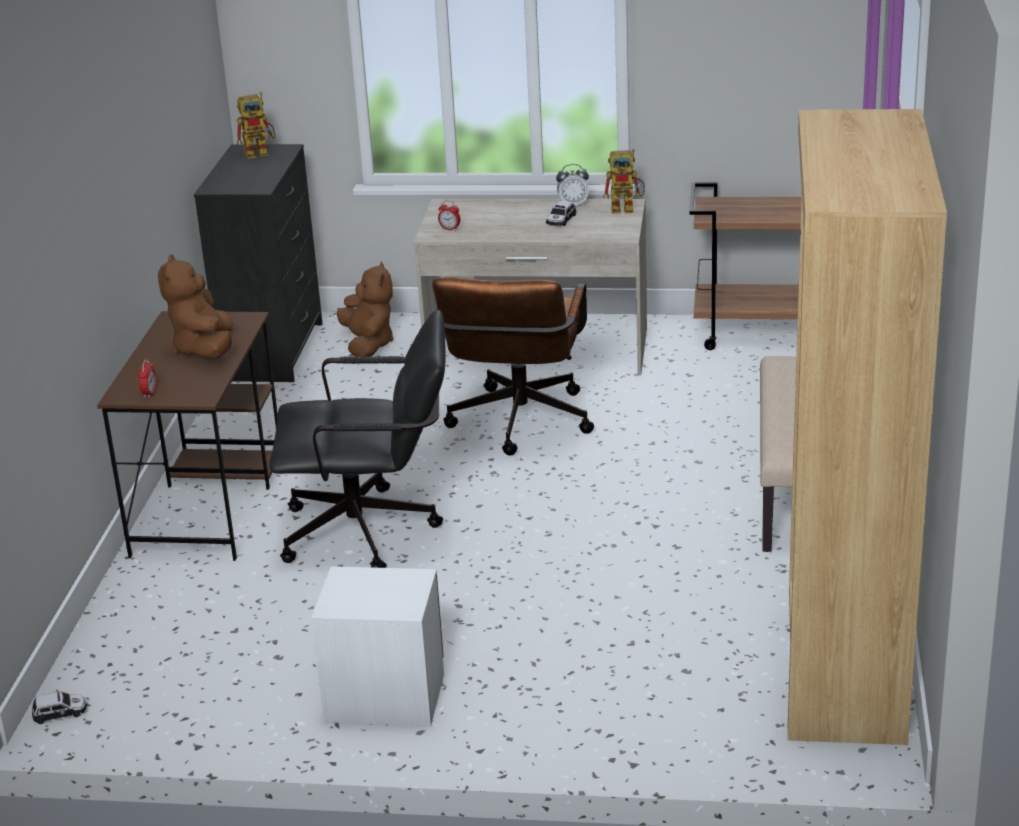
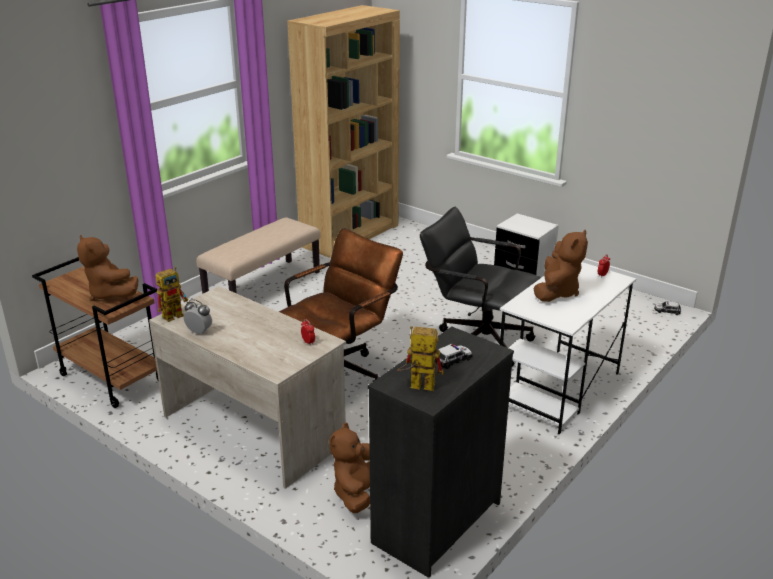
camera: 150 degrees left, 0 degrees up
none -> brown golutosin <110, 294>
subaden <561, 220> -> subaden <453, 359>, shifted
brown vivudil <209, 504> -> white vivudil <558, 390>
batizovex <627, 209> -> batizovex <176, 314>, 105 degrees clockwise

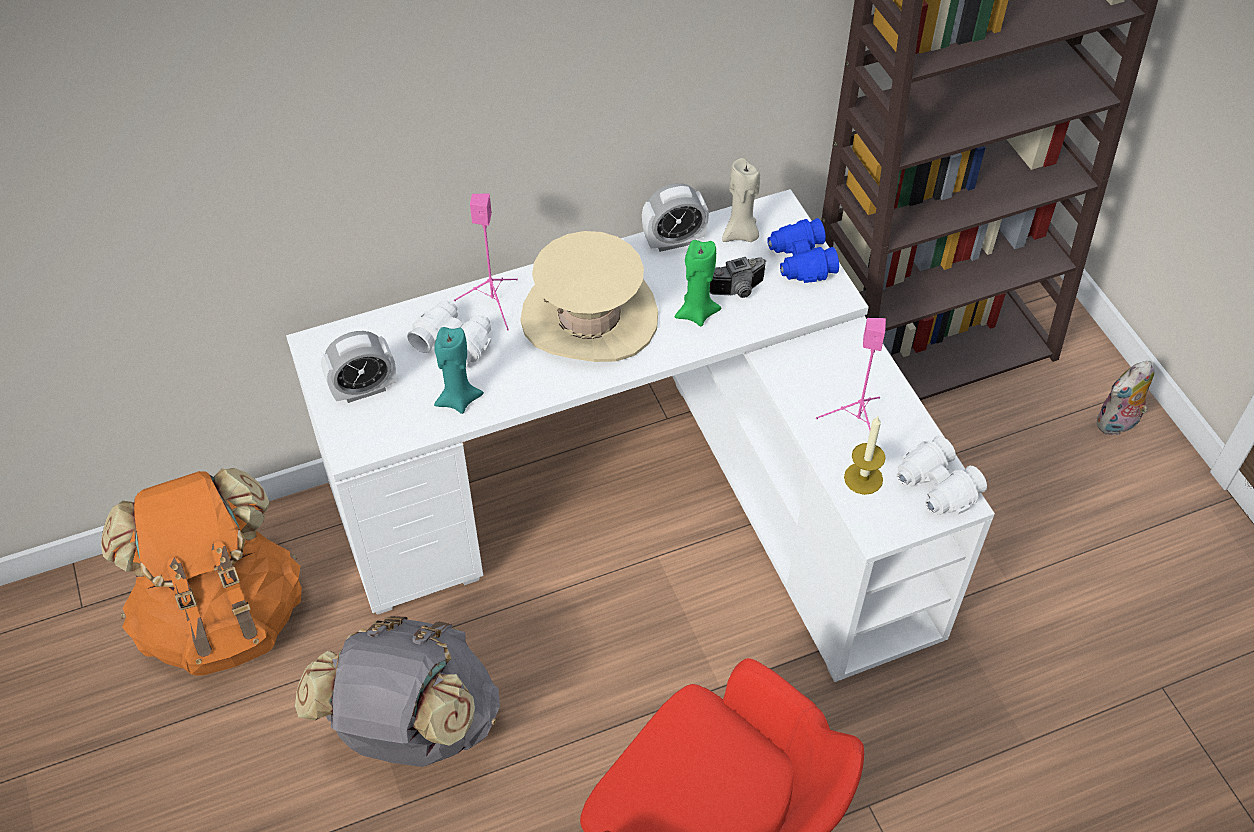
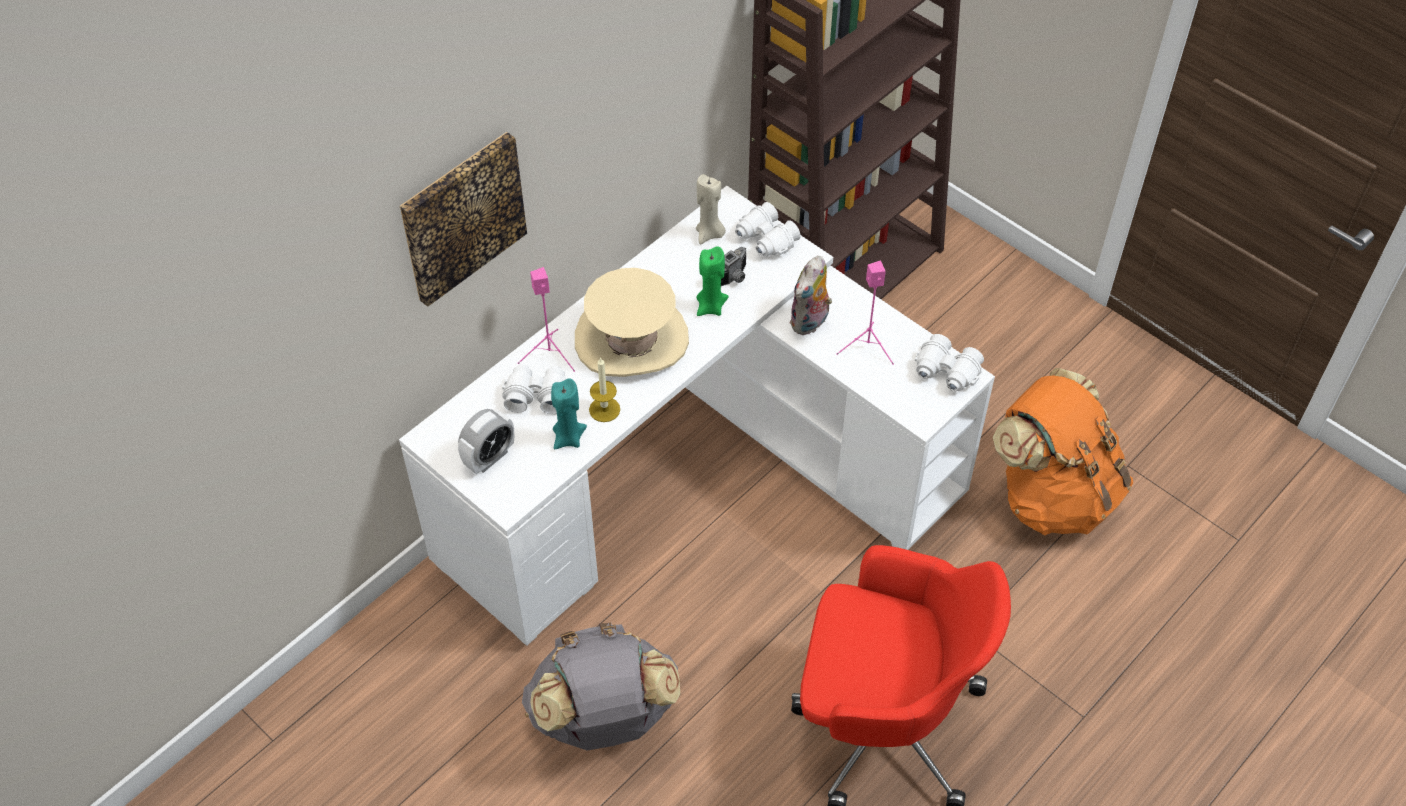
camera: 25 degrees left, 0 degrees up
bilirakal <674, 241> -> none
none -> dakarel <462, 217>
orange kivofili <223, 616> -> orange kivofili <1053, 494>, shifted
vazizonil <863, 478> -> vazizonil <604, 409>, shifted
golutosin <1117, 424> -> golutosin <810, 322>, shifted
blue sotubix <800, 261> -> white sotubix <765, 240>

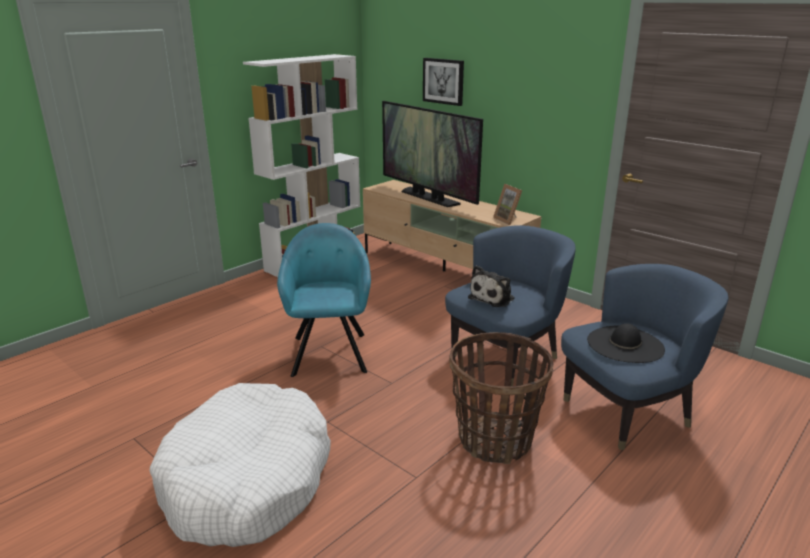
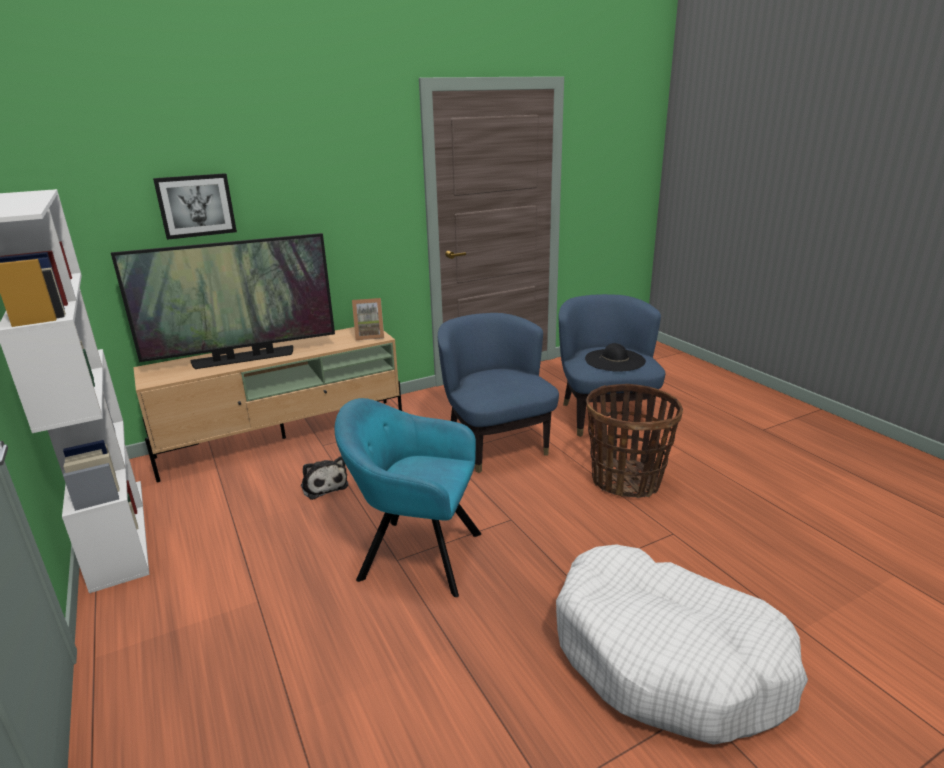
camera: 70 degrees left, 0 degrees up
golutosin <493, 298> -> golutosin <324, 485>, shifted

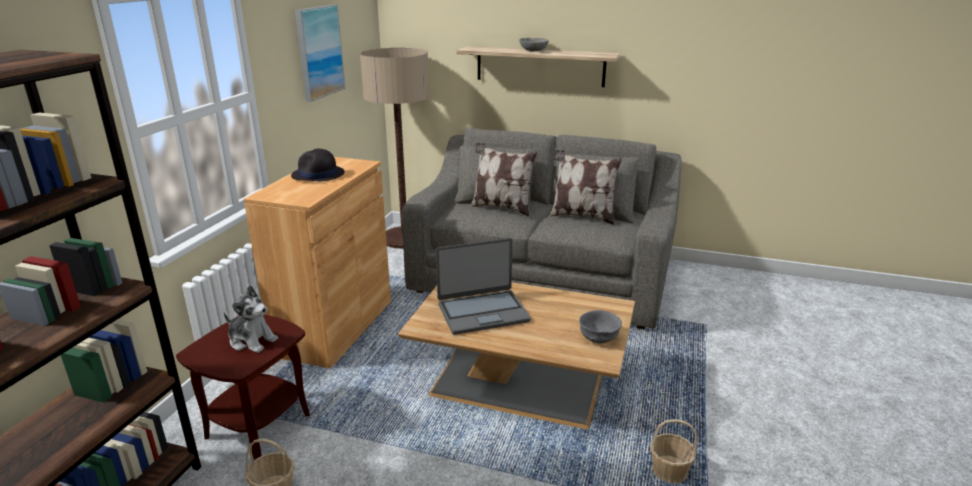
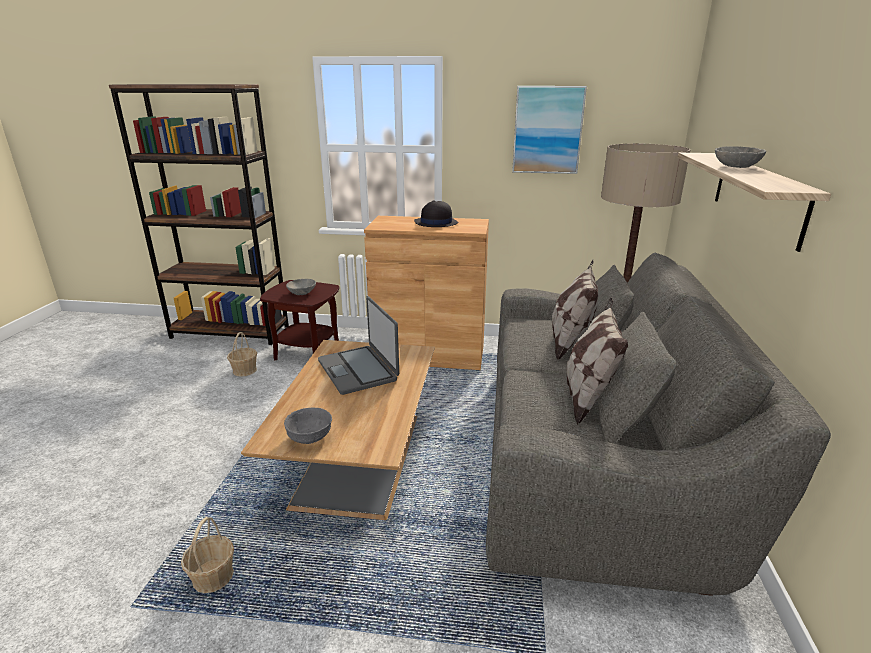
camera: 80 degrees right, 0 degrees up
golutosin <252, 340> -> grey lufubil <302, 293>

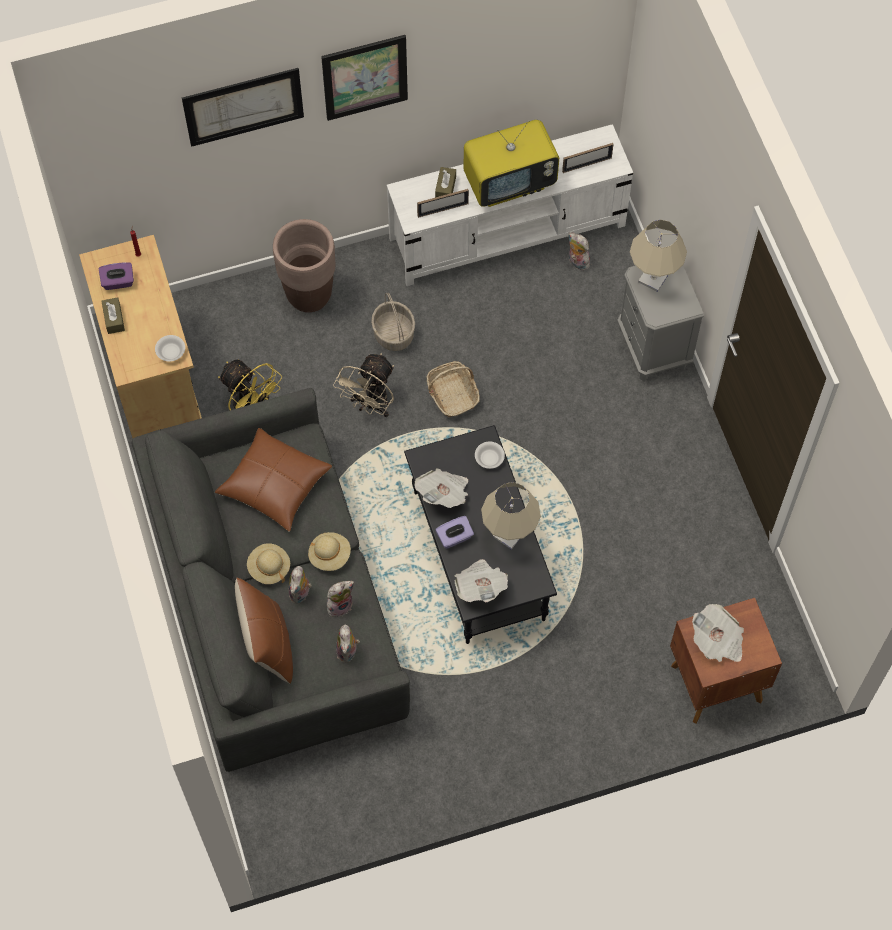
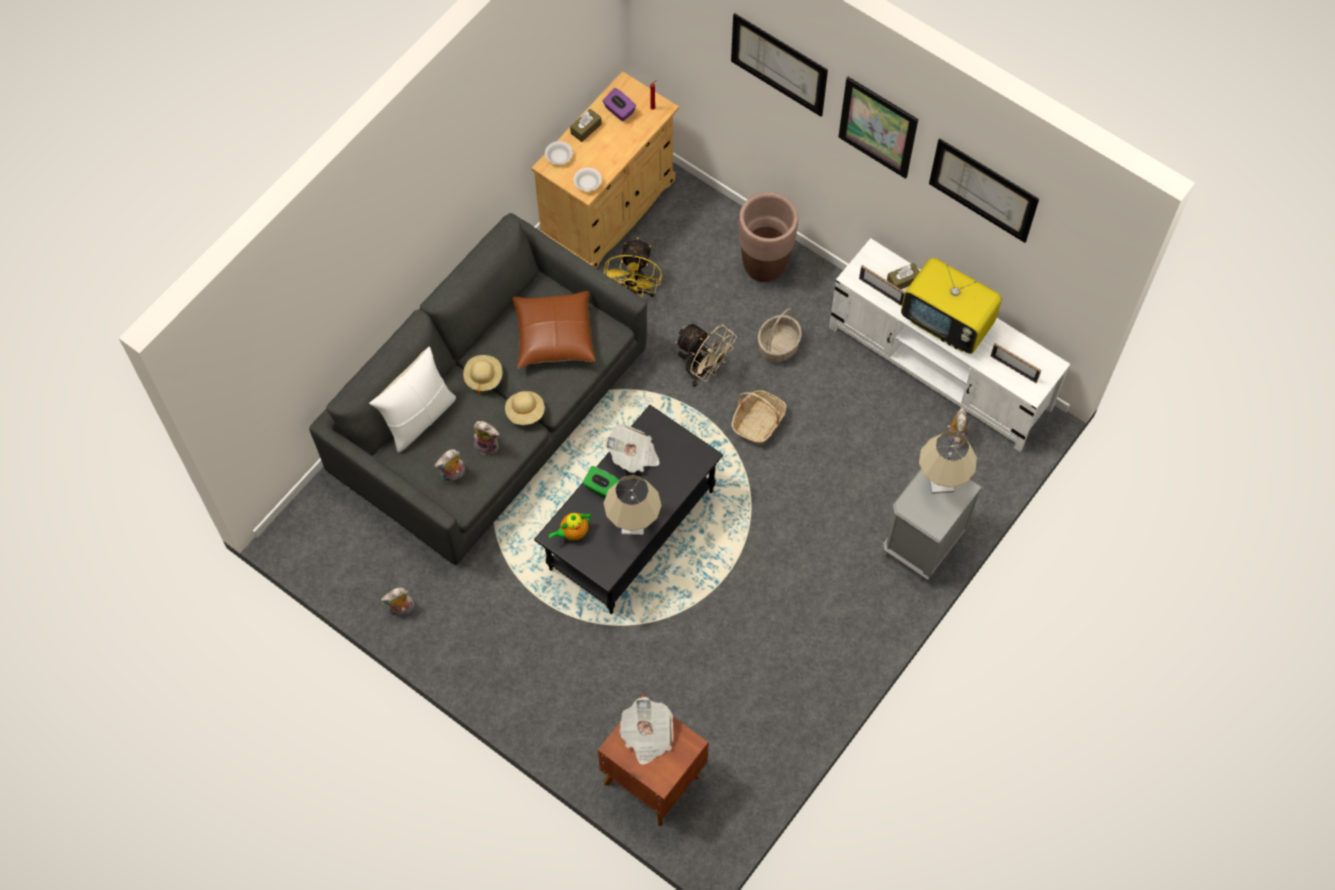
camera: 55 degrees right, 0 degrees up
none -> dakarel <983, 190>
golutosin <301, 594> -> golutosin <401, 610>, shifted
white lufubil <489, 458> -> white lufubil <559, 157>, shifted
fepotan <480, 586> -> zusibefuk <572, 532>
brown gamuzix <268, 645> -> white gamuzix <418, 417>
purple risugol <454, 537> -> green risugol <601, 487>
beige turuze <370, 405> -> beige turuze <703, 370>, 135 degrees counterclockwise

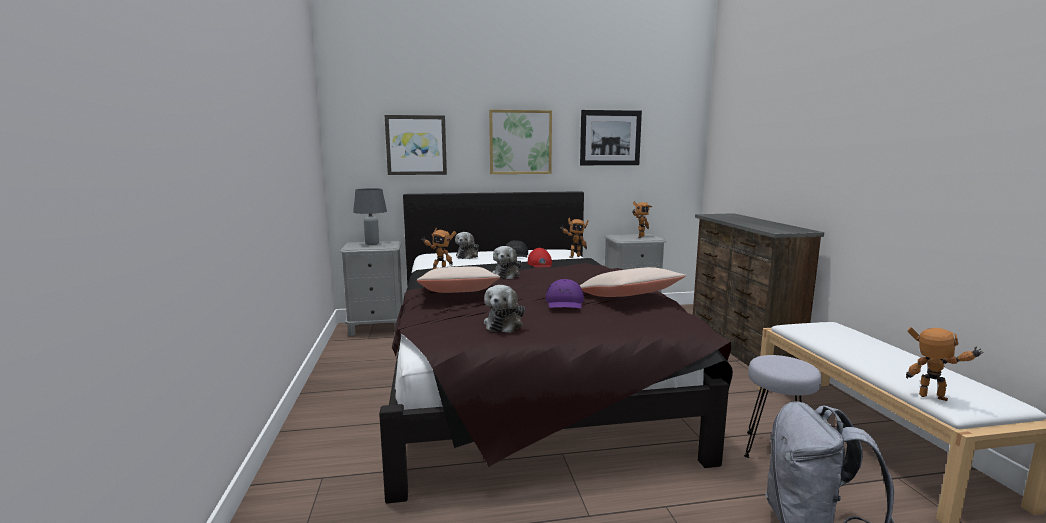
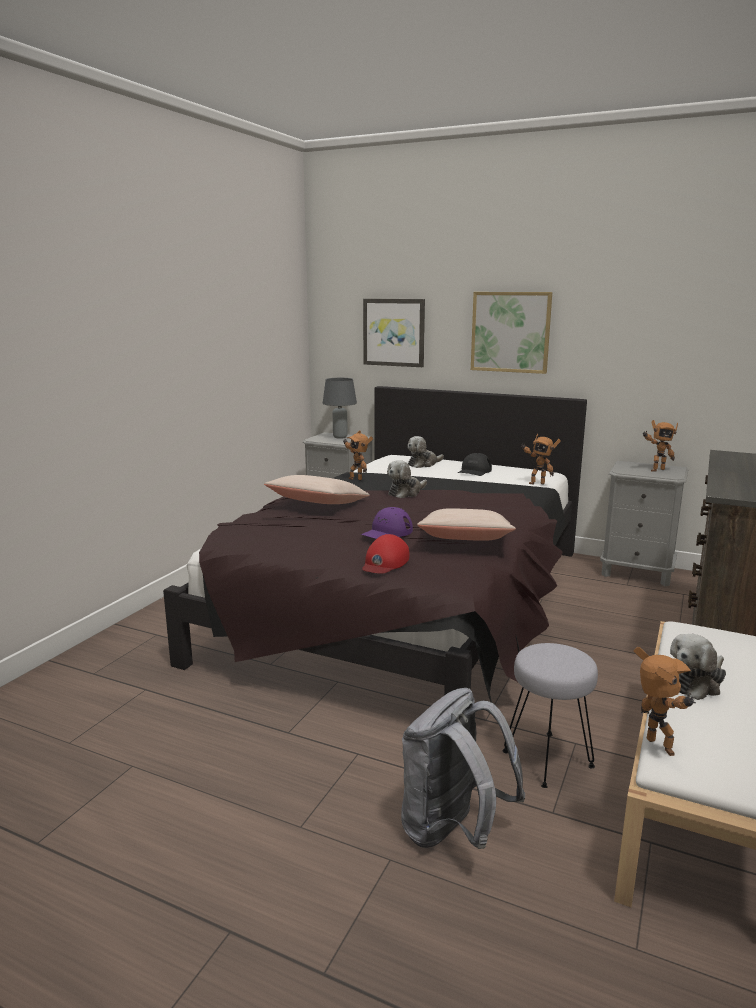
camera: 35 degrees right, 5 degrees up
dakarel <610, 138> -> none
golutosin <504, 324> -> golutosin <696, 682>, shifted
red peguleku <540, 264> -> red peguleku <385, 562>, shifted

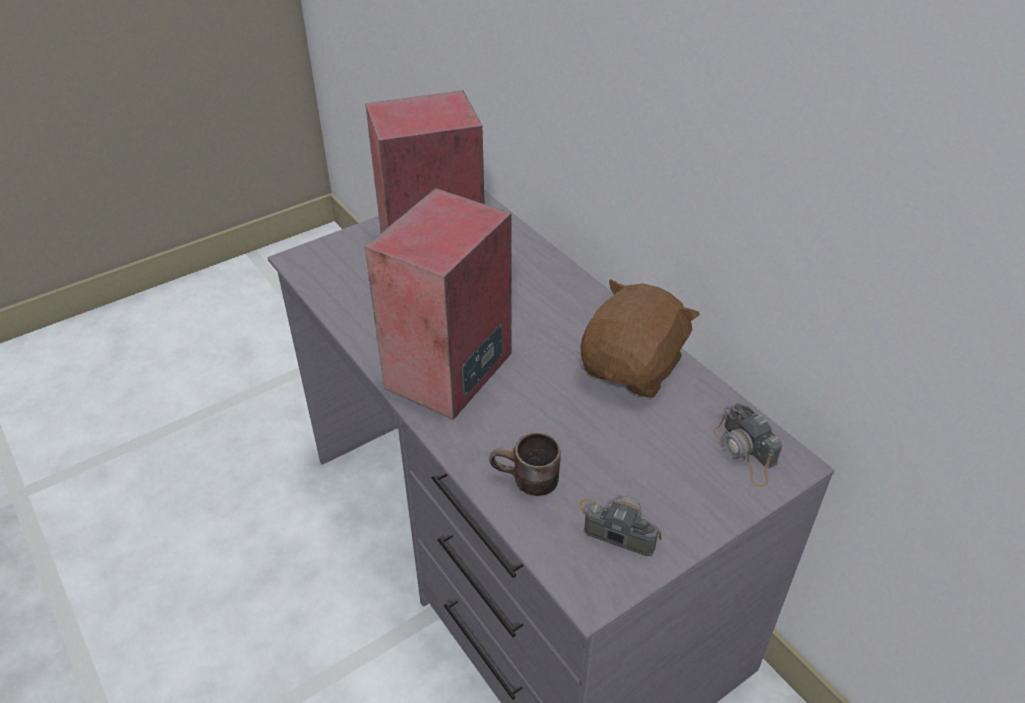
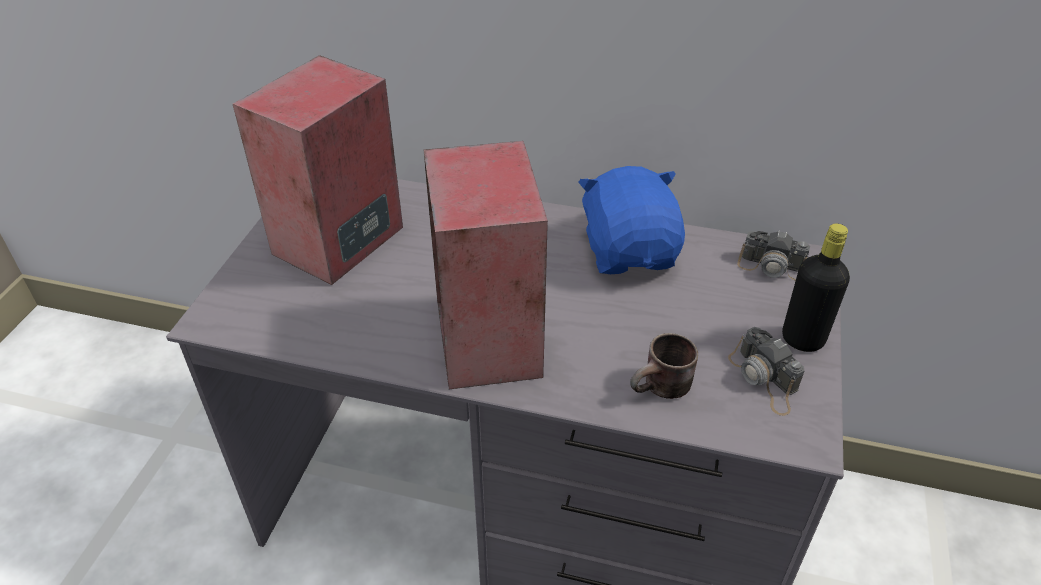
camera: 40 degrees left, 0 degrees up
none -> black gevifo <802, 339>
brown golutosin <633, 368> -> blue golutosin <630, 252>
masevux <617, 527> -> masevux <764, 379>, 105 degrees counterclockwise

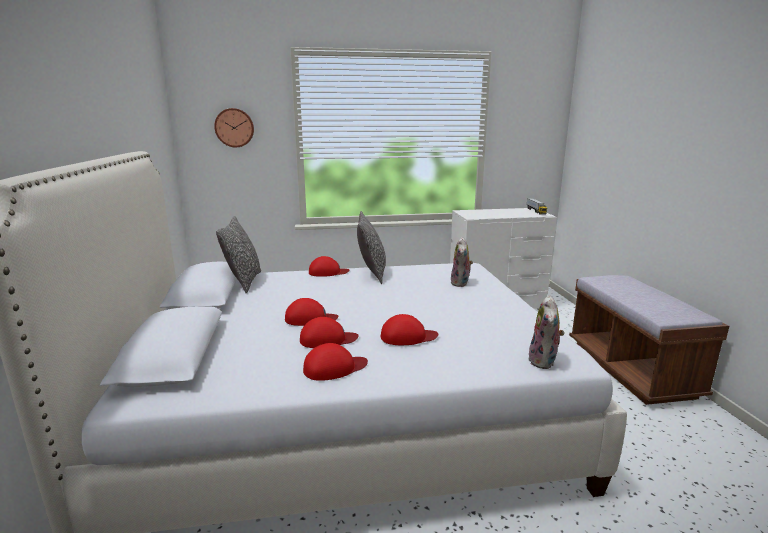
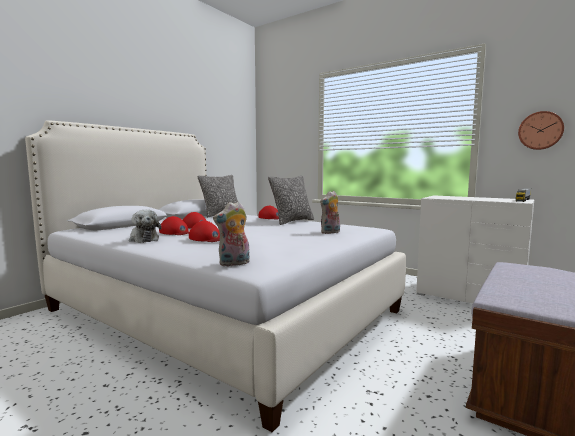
camera: 45 degrees right, 10 degrees down
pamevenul <234, 127> -> pamevenul <540, 130>, shifted
red peguleku <334, 368> -> golutosin <143, 239>

